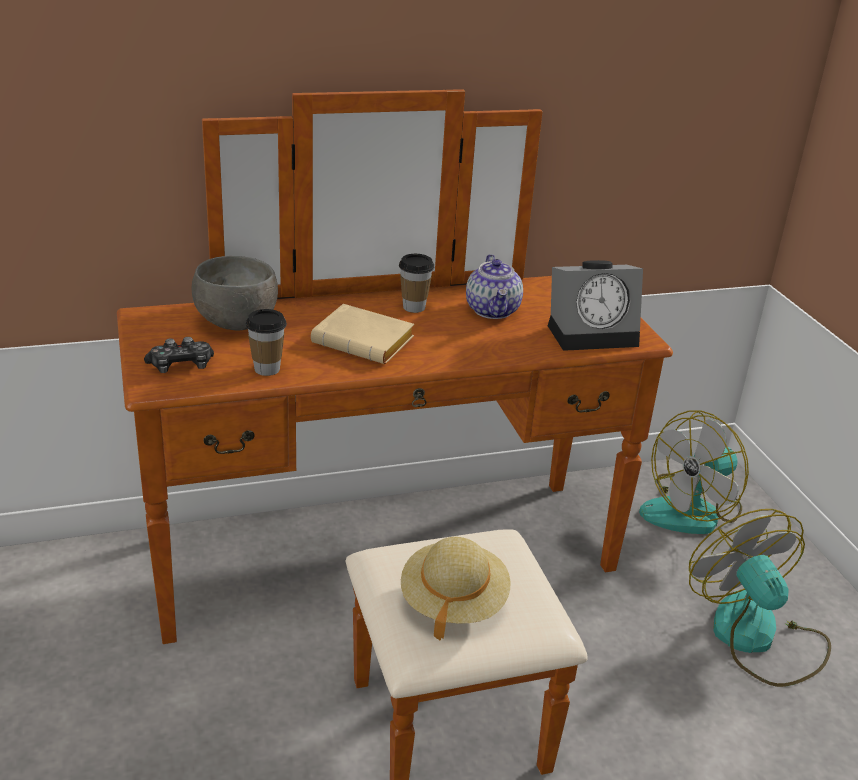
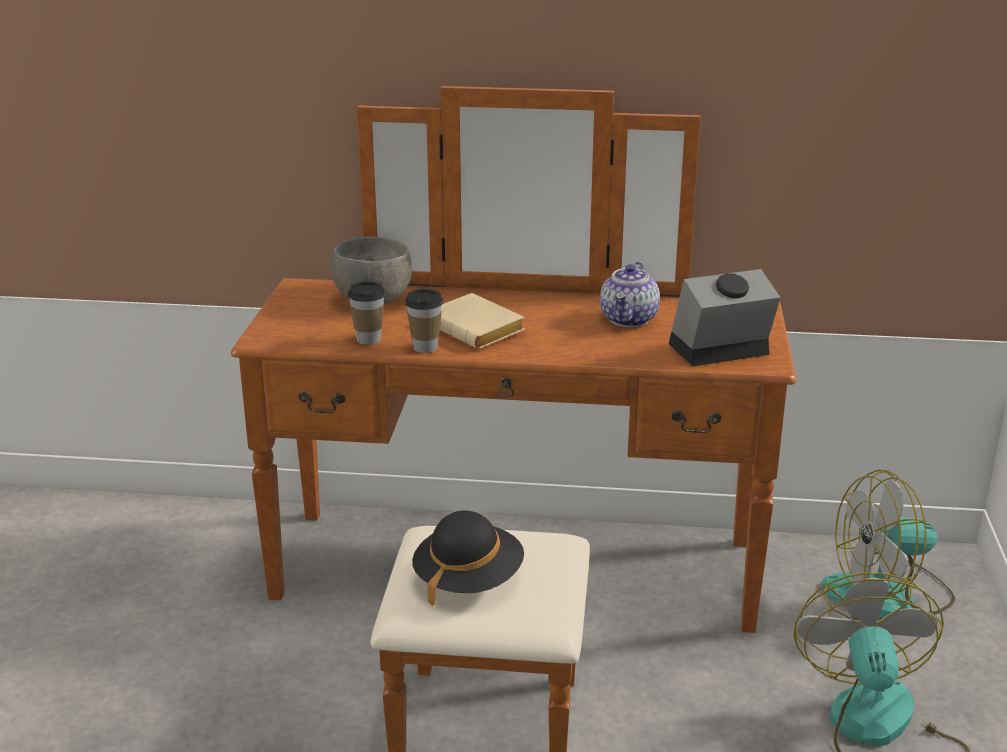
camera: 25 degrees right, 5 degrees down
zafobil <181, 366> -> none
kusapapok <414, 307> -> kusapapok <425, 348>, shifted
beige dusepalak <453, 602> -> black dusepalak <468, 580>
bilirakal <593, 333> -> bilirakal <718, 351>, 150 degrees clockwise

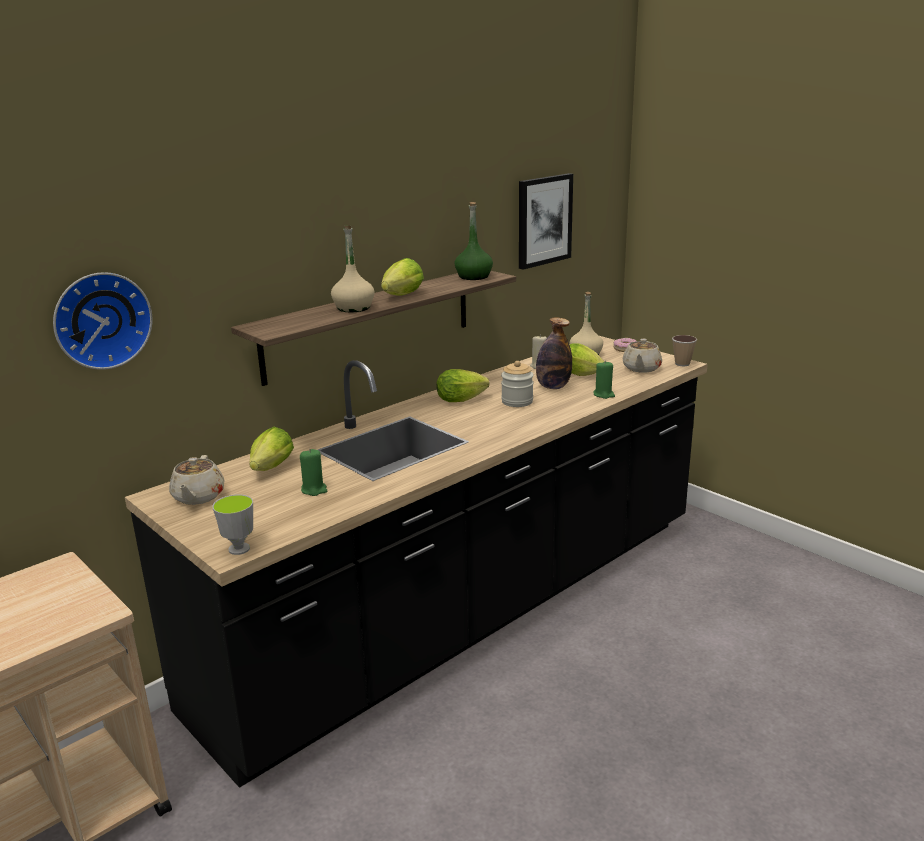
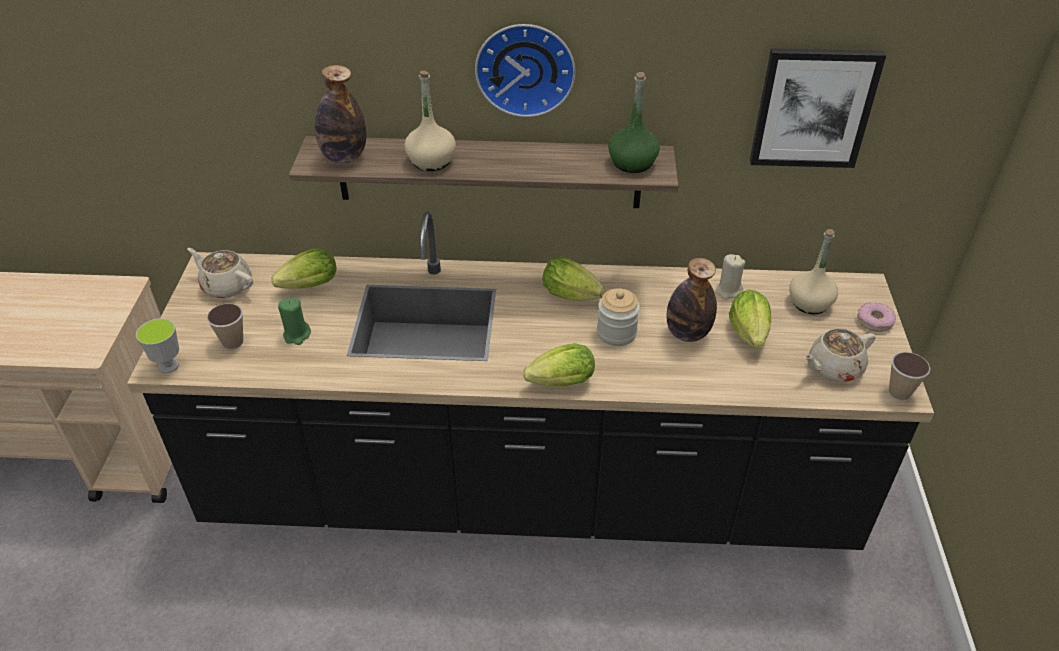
camera: 45 degrees right, 20 degrees up
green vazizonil <604, 395> -> none
none -> kusapapok <233, 342>
none -> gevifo <344, 157>
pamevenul <101, 320> -> pamevenul <525, 68>, shifted
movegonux <401, 296> -> movegonux <558, 383>, shifted
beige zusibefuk <198, 497> -> beige zusibefuk <226, 286>, 75 degrees clockwise

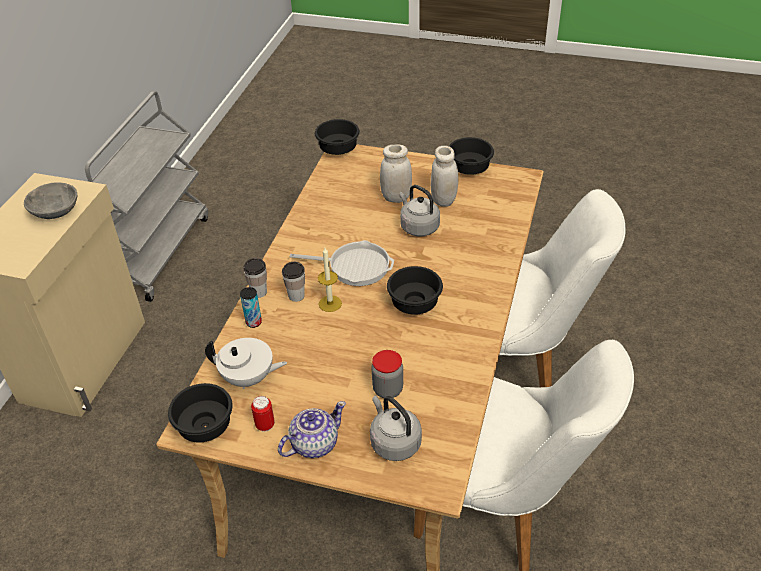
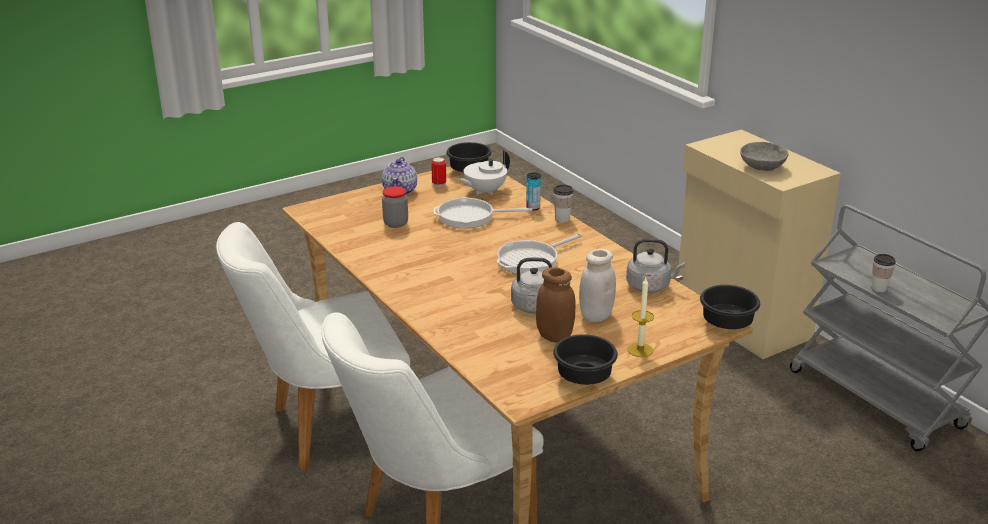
camera: 130 degrees right, 15 degrees down
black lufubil <413, 303> -> none
none -> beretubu <470, 217>
kusapapok <296, 296> -> kusapapok <879, 288>, shifted
vazizonil <330, 303> -> vazizonil <640, 350>, shifted
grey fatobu <394, 442> -> grey fatobu <650, 286>, shifted
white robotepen <443, 200> -> brown robotepen <554, 336>

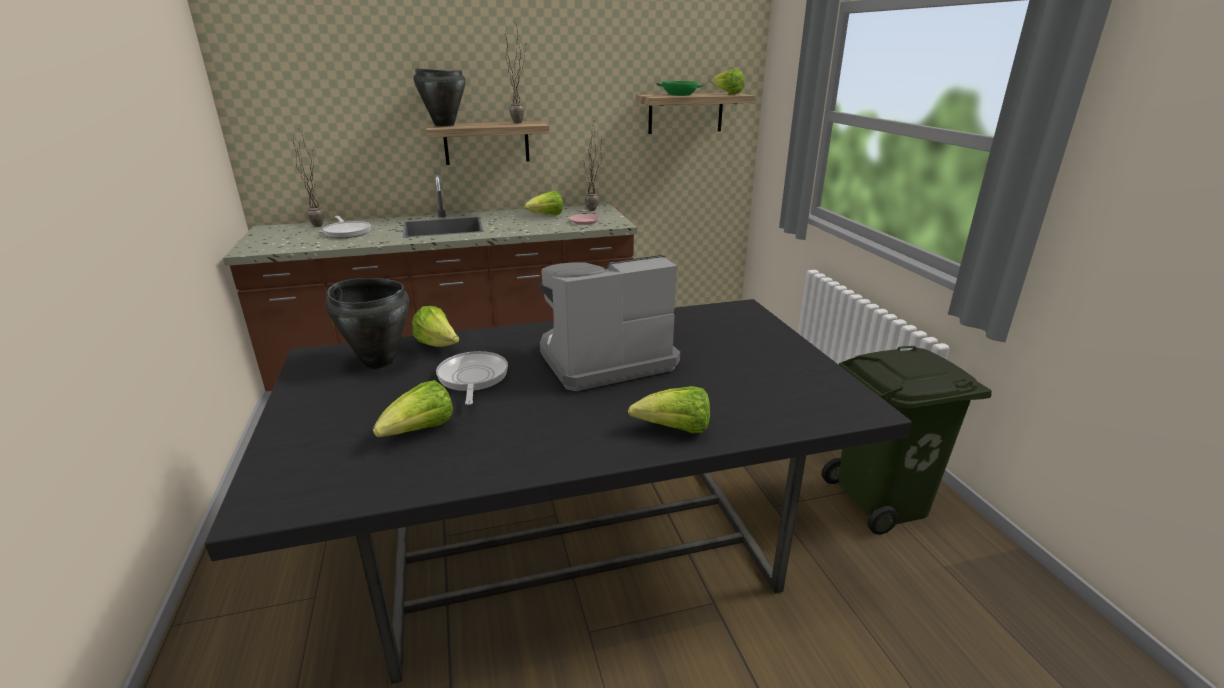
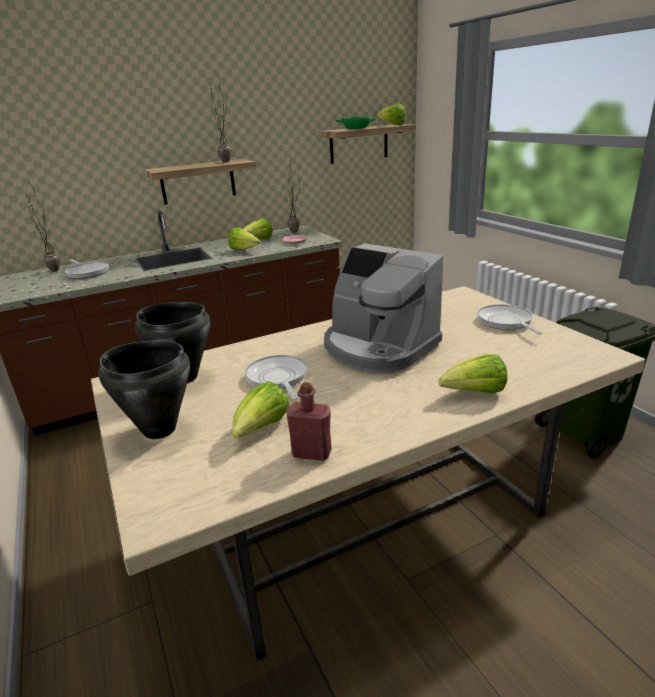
camera: 10 degrees left, 0 degrees up
none -> red gevifo <311, 453>
none -> beretubu <506, 322>
movegonux <438, 345> -> movegonux <244, 250>, shifted
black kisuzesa <444, 125> -> black kisuzesa <159, 429>, shifted
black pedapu <572, 551> -> beige pedapu <364, 516>
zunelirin <603, 359> -> zunelirin <378, 347>, 105 degrees counterclockwise

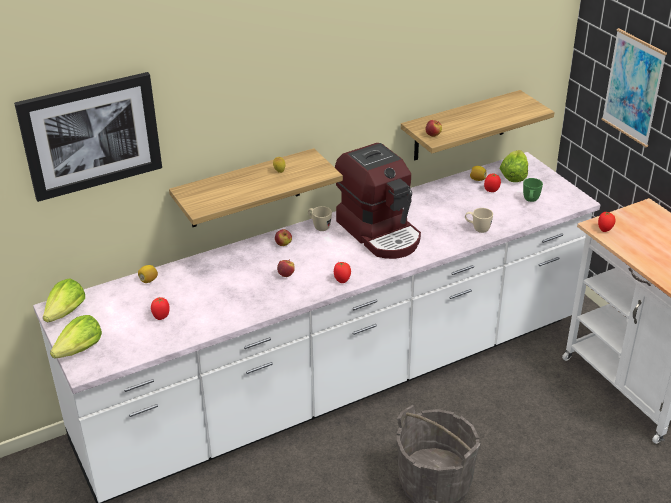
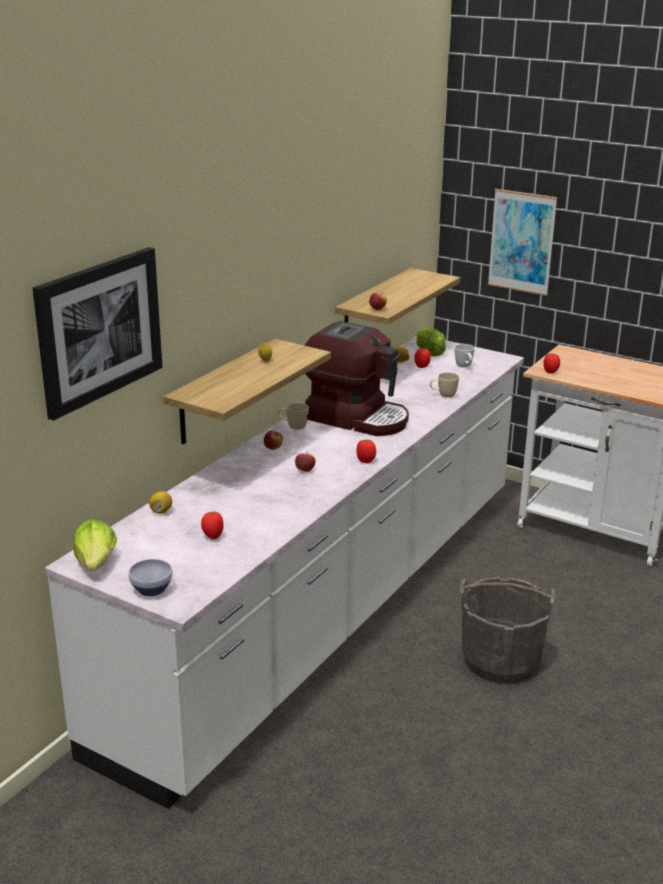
camera: 30 degrees left, 10 degrees down
movegonux <80, 350> -> lufubil <153, 589>
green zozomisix <530, 201> -> white zozomisix <464, 367>

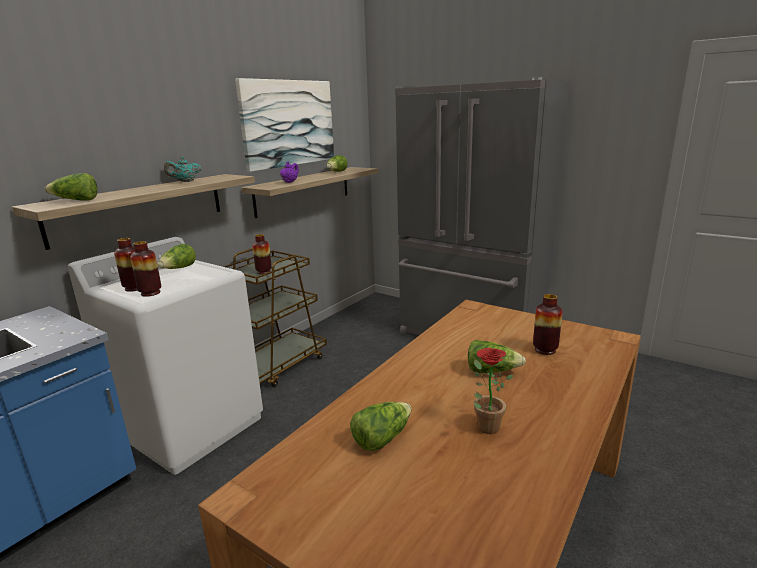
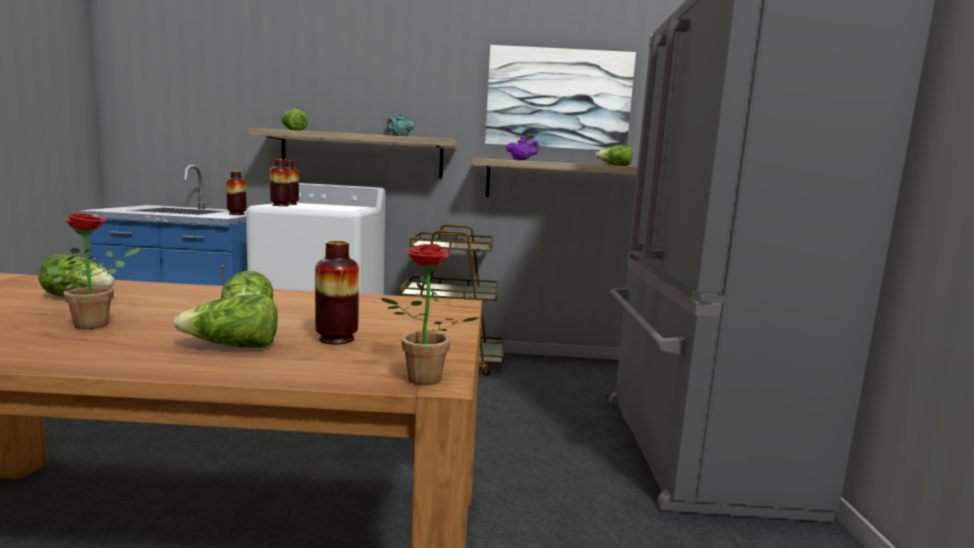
camera: 55 degrees right, 10 degrees down
none -> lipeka <421, 381>
movegonux <179, 269> -> movegonux <233, 347>, shifted
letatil <264, 272> -> letatil <237, 214>, shifted

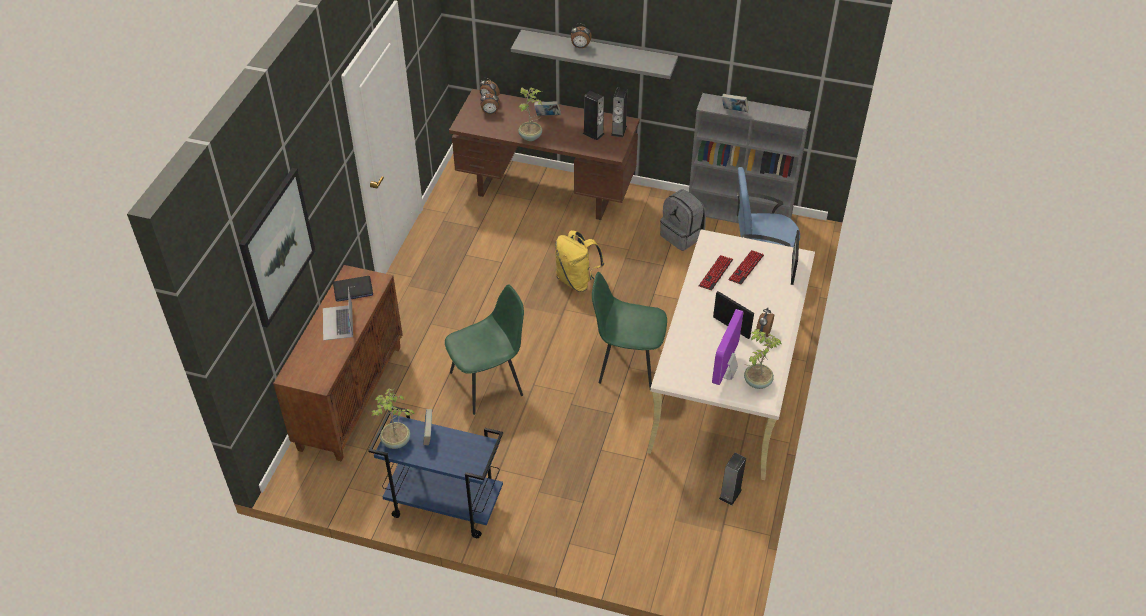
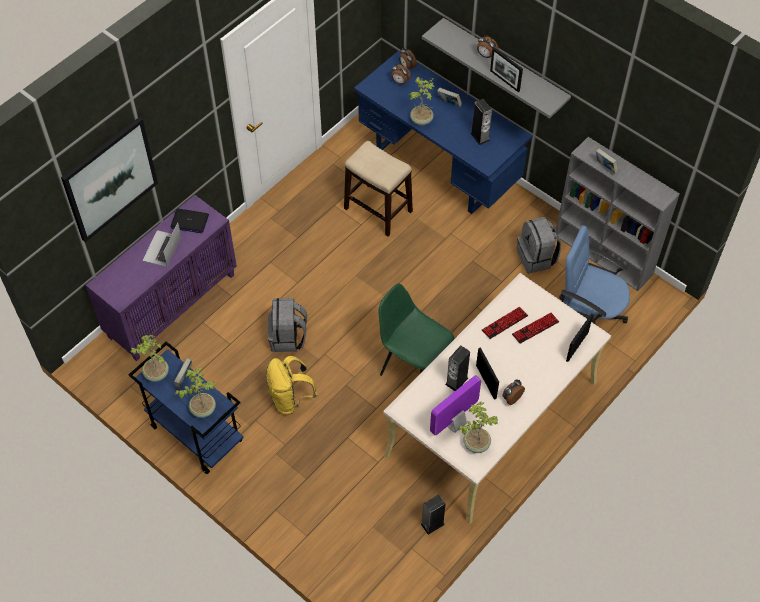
camera: 25 degrees right, 10 degrees up
none -> lipeka <202, 409>
none -> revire <377, 209>
none -> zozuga <504, 81>
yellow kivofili <576, 280> -> yellow kivofili <290, 398>, shifted
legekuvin <618, 130> -> legekuvin <456, 381>, shifted
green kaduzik <488, 383> -> grey kivofili <288, 337>
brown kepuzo <350, 396> -> purple kepuzo <172, 305>
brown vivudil <547, 191> -> blue vivudil <439, 167>

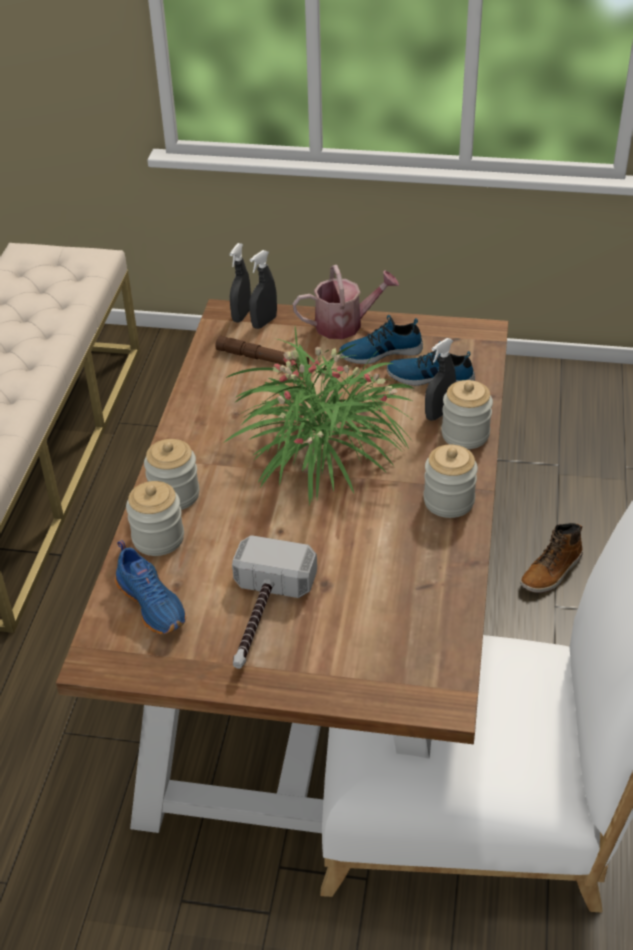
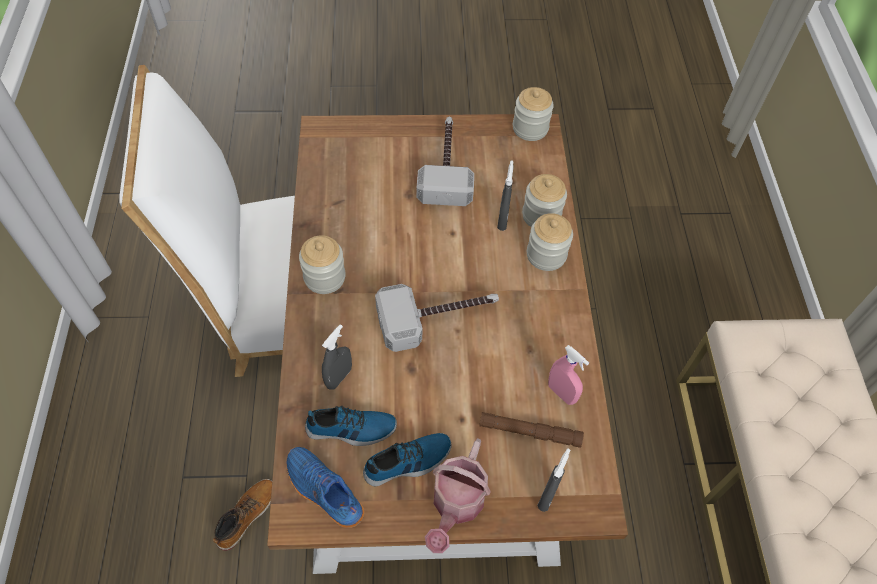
camera: 165 degrees right, 15 degrees up
none -> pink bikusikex <561, 393>
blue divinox <153, 603> -> blue divinox <323, 491>, shifted
grey bikusikex <241, 315> -> grey bikusikex <502, 220>, shifted
robotepen <465, 434> -> robotepen <530, 128>, shifted
lipeka <322, 450> -> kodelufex <439, 317>
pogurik <345, 324> -> pogurik <455, 506>, 45 degrees counterclockwise

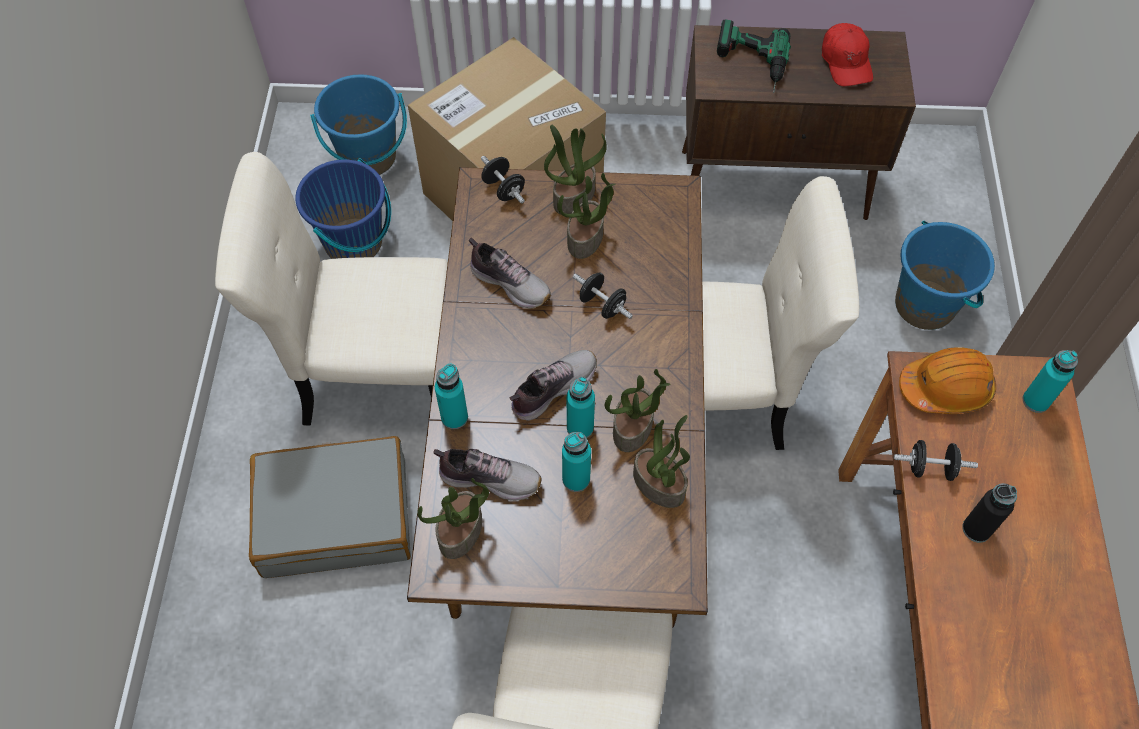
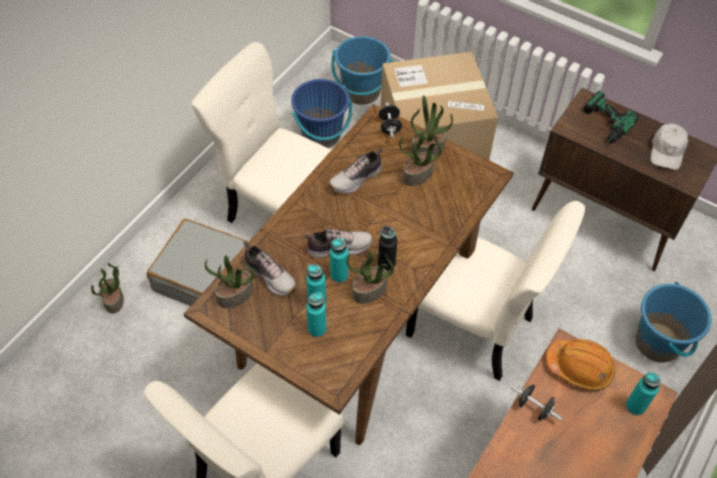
camera: 30 degrees right, 5 degrees down
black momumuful <602, 305> -> none
turquoise gevifo <454, 417> -> turquoise gevifo <317, 329>, shifted
lipeka <660, 484> -> lipeka <114, 300>, shifted
black gevifo <976, 529> -> black gevifo <386, 264>, shifted
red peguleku <846, 62> -> white peguleku <667, 151>
divinox <510, 283> -> divinox <356, 179>, 75 degrees clockwise

